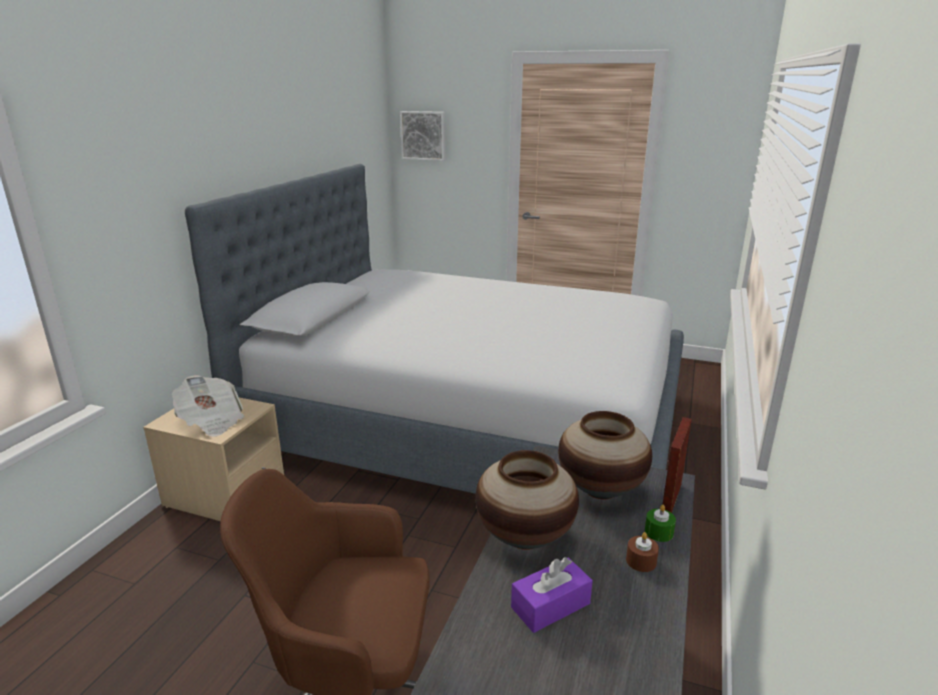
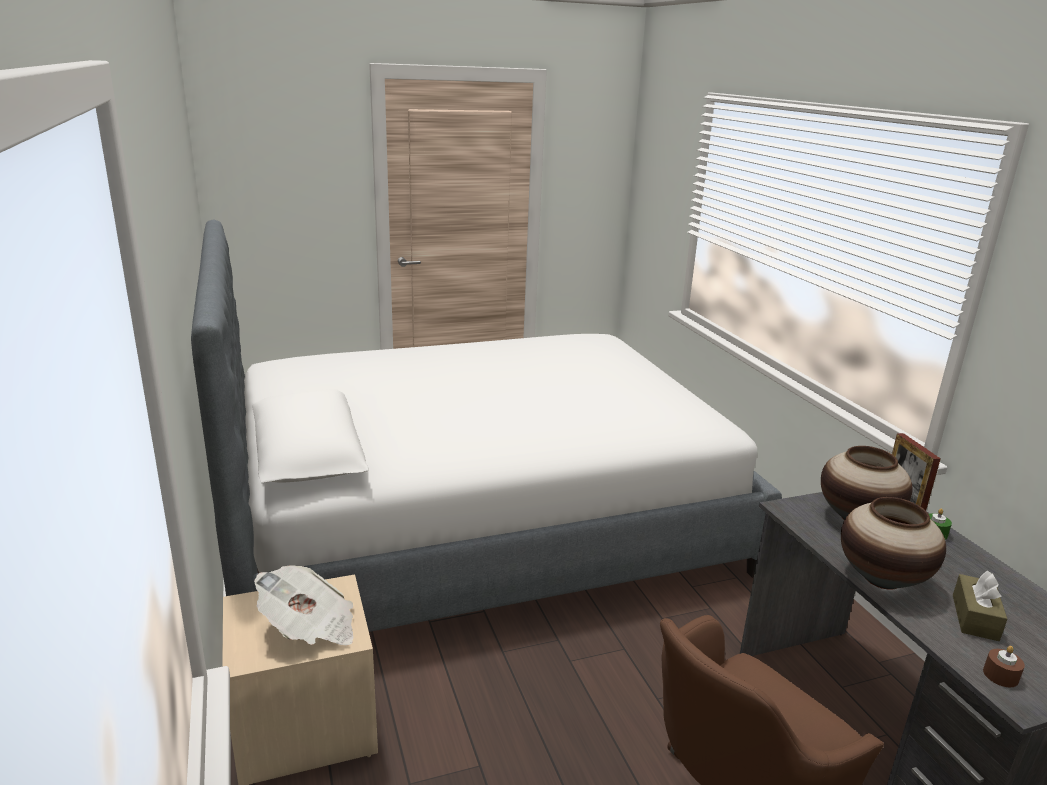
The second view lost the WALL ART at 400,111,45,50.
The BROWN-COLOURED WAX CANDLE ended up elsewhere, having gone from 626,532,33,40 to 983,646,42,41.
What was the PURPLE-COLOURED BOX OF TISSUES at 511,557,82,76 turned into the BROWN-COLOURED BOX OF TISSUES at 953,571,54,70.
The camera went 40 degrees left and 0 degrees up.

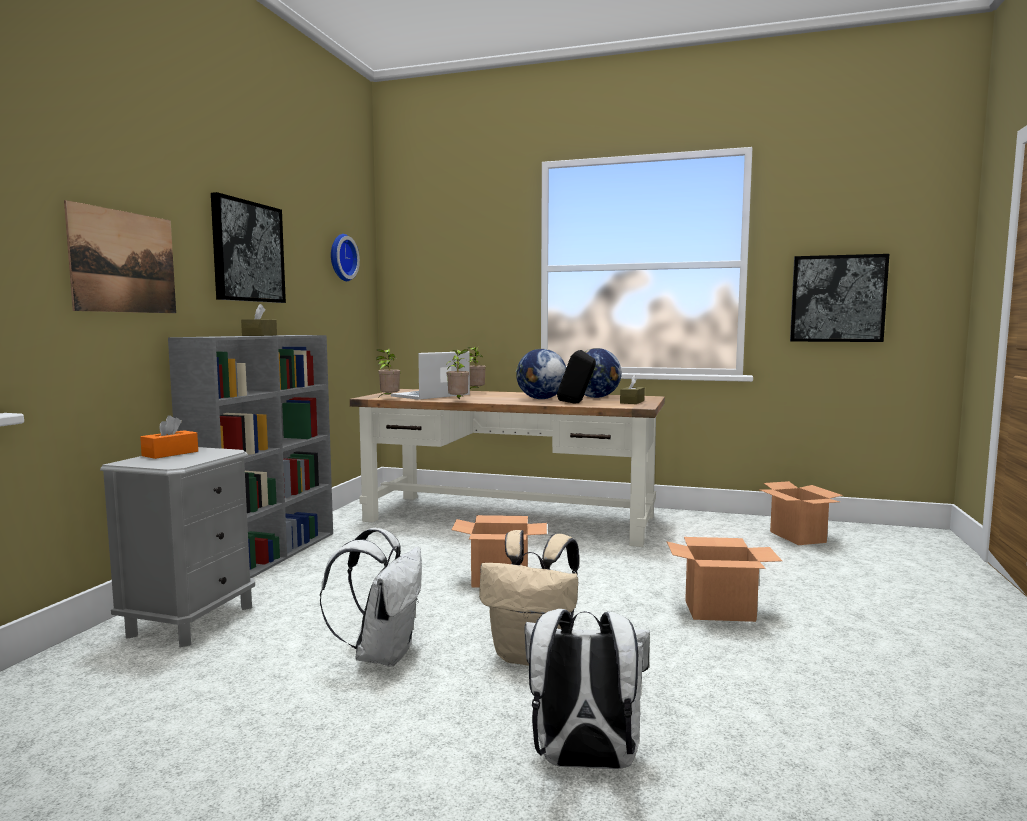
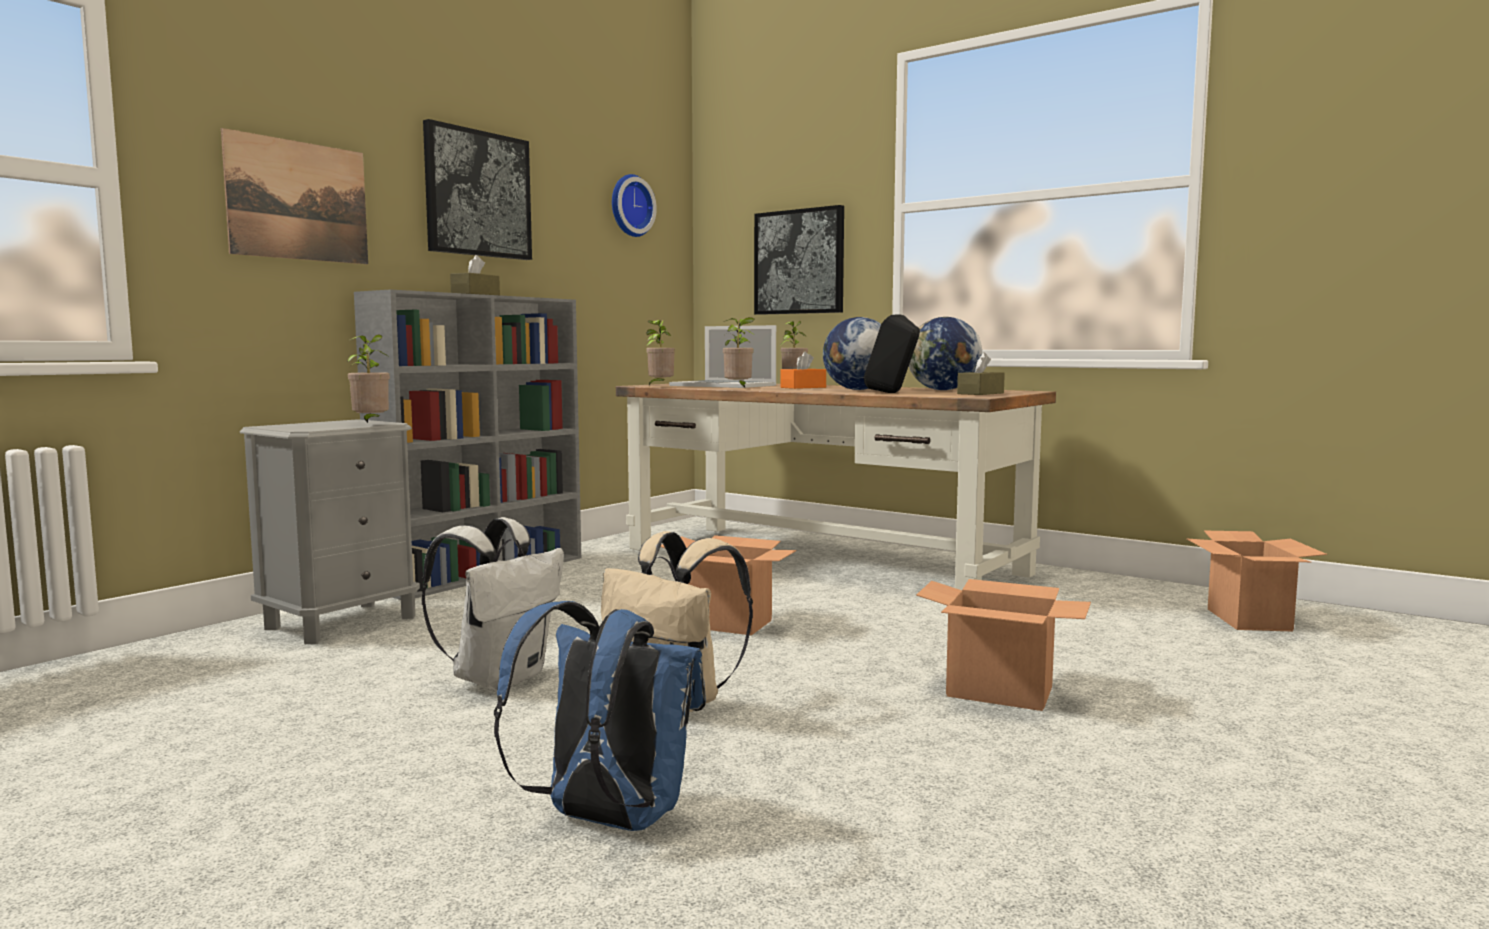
The WALL ART ended up elsewhere, having gone from 790,254,99,88 to 754,205,90,110.
The PORTABLE COMPUTER at 391,351,79,49 ended up facing another way, 120 degrees counterclockwise from before.
The ORANGEY BOX OF TISSUES ended up elsewhere, having gone from 140,415,58,44 to 780,351,46,38.
What was the WHITE-COLOURED RUCKSACK at 524,609,126,160 turned into the BLUE-COLOURED RUCKSACK at 494,601,212,230.
The second view gained the POTTED PLANT at 347,335,43,88.
The camera went 20 degrees right and 0 degrees up.

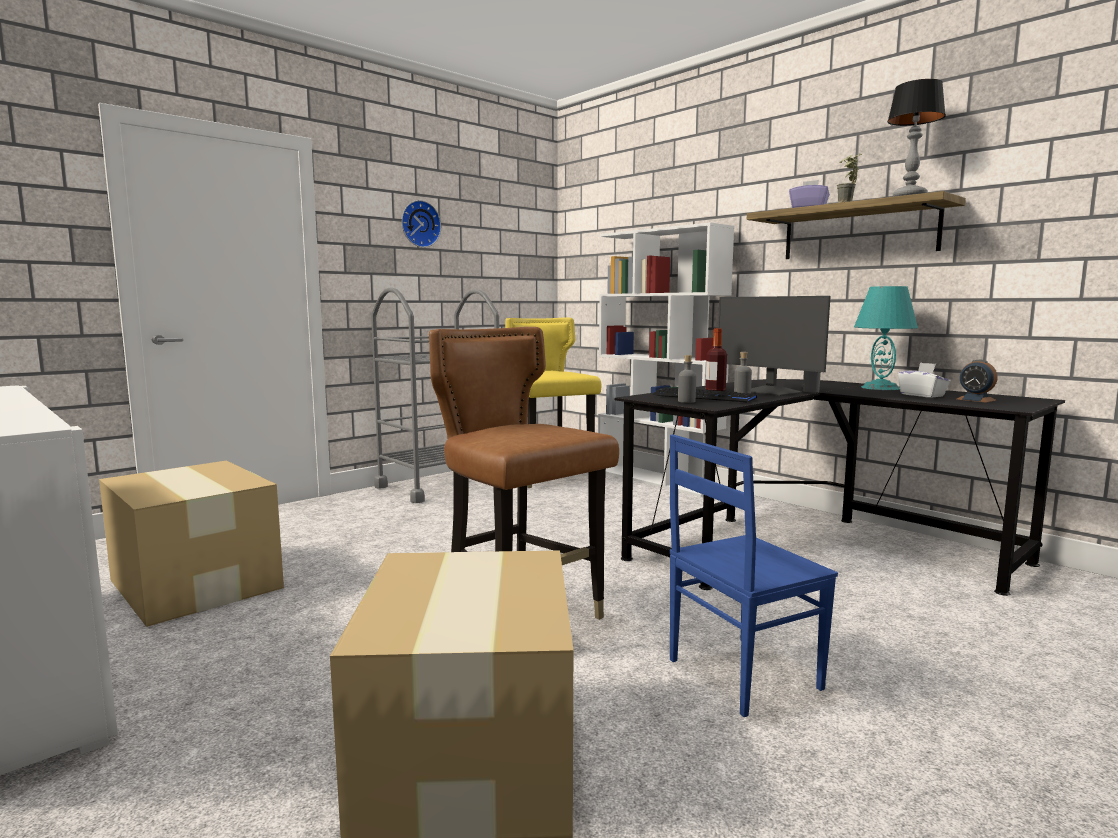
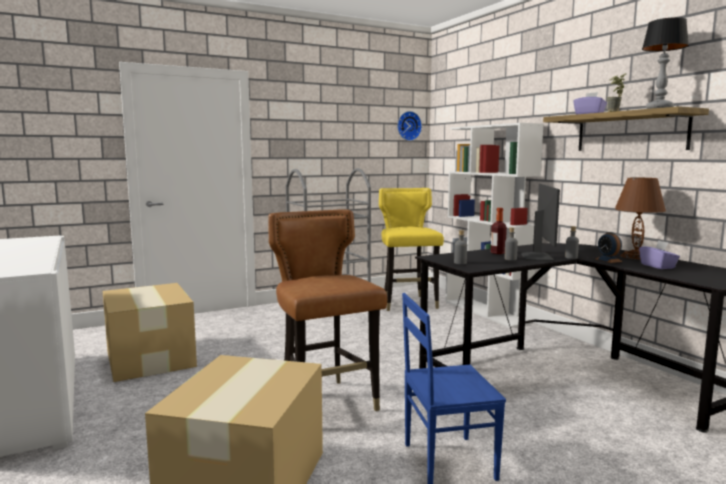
The HANGING CLOCK ended up elsewhere, having gone from 401,200,40,48 to 397,111,25,30.
What was the BLUE-GREEN TABLE LAMP at 854,286,64,104 turned into the BROWN-COLOURED TABLE LAMP at 615,178,51,82.
The COMPUTER DISPLAY at 718,296,113,100 ended up facing another way, 150 degrees counterclockwise from before.
The ALARM CLOCK ended up elsewhere, having gone from 957,360,41,43 to 596,232,27,31.
What was the WHITE-COLOURED BOX OF TISSUES at 898,362,53,36 turned into the PURPLE-COLOURED BOX OF TISSUES at 639,240,41,29.
The second view lost the KEYBOARD at 652,387,105,15.
The camera went 15 degrees right and 0 degrees up.

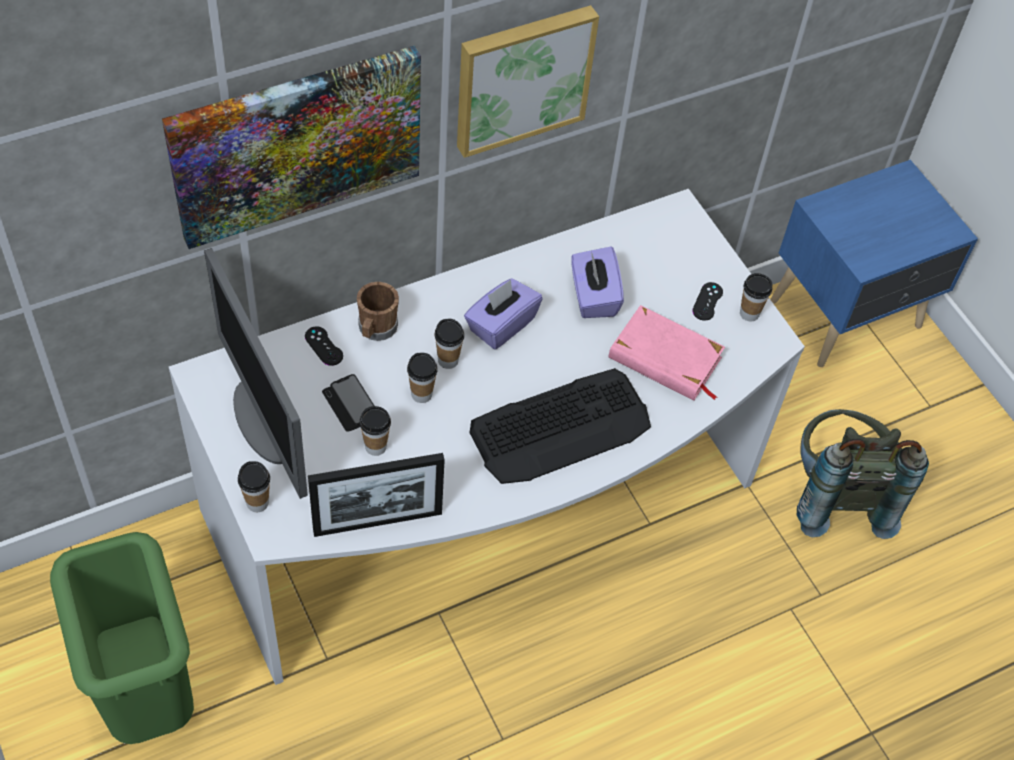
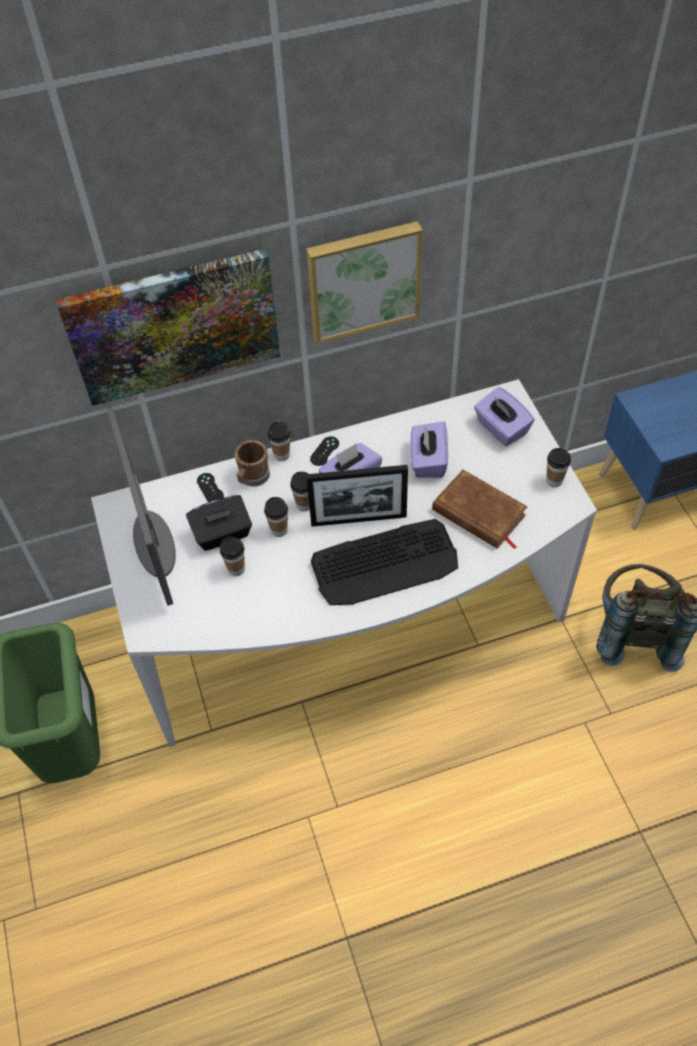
The BLACK-COLOURED JOYPAD ended up elsewhere, having gone from 692,282,31,39 to 310,436,29,30.
What was the PINK VOLUME at 609,305,116,95 turned into the BROWN-COLOURED VOLUME at 432,470,95,79.
Where the PHONE stood at 322,374,52,58, the BLACK-COLOURED BOX OF TISSUES came to stand at 186,495,66,56.
The PHOTO FRAME ended up elsewhere, having gone from 308,453,137,84 to 306,465,102,62.
The CUP ended up elsewhere, having gone from 238,461,32,51 to 268,422,23,39.
The second view gained the PURPLE-COLOURED BOX OF TISSUES at 474,387,60,59.
The camera went 15 degrees right and 0 degrees up.

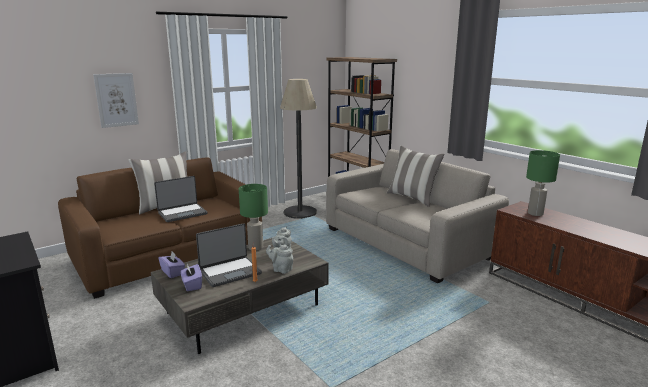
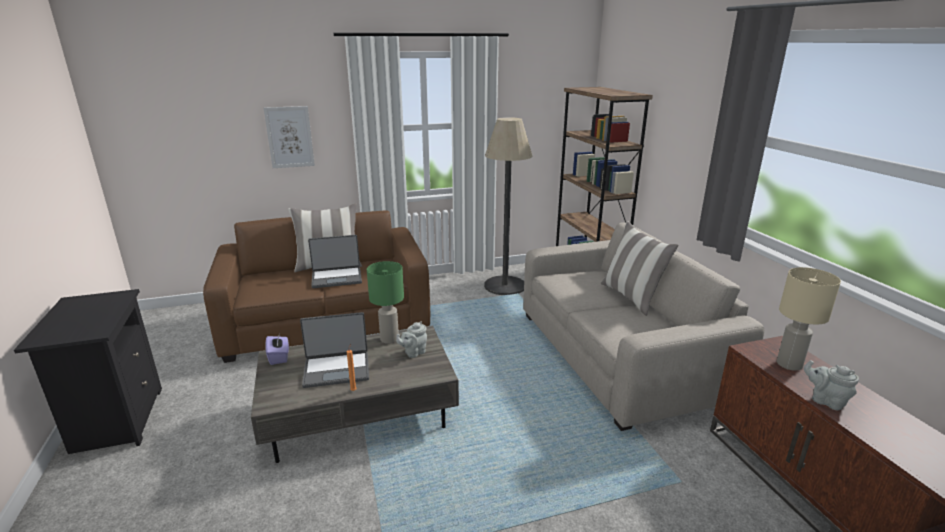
What was the GREENISH TABLE LAMP at 526,150,34,66 turned into the SAND-COLOURED TABLE LAMP at 777,267,64,104.
The GRAY TEA POT ended up elsewhere, having gone from 266,245,27,29 to 804,360,55,50.
The second view lost the PURPLE-COLOURED BOX OF TISSUES at 181,264,21,27.
The camera went 20 degrees right and 5 degrees up.

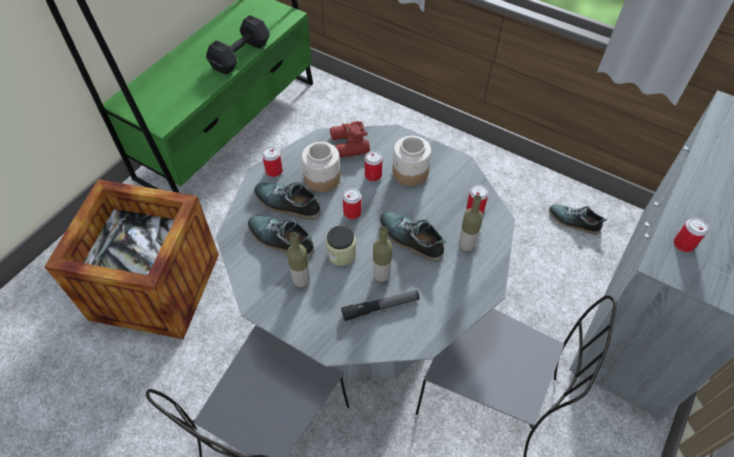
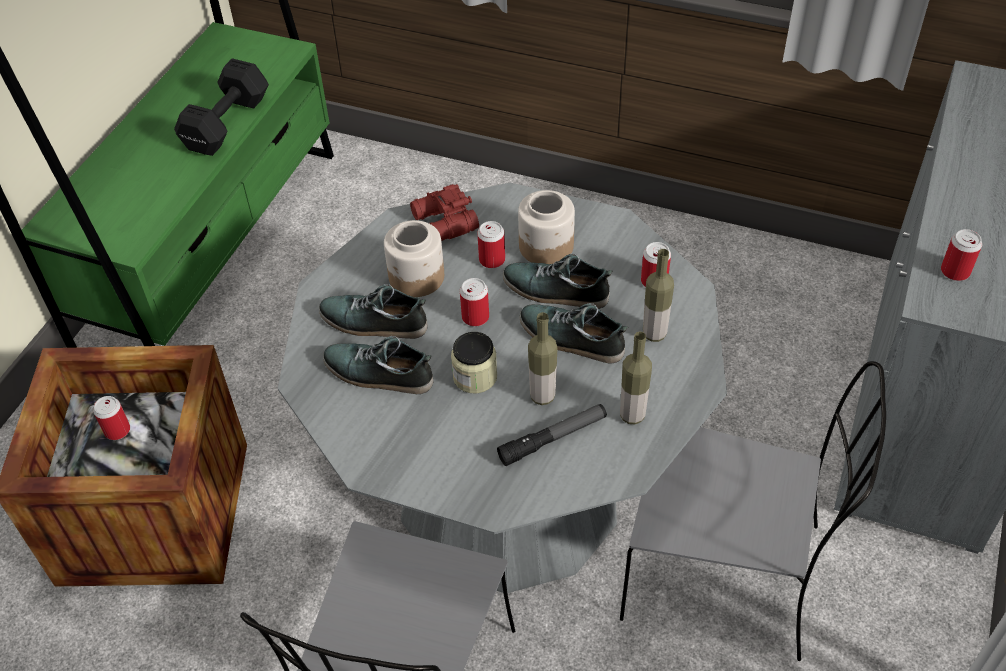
The SEALED CAN ended up elsewhere, having gone from 262,146,21,31 to 93,396,37,44.
The ITEM OF FOOTWEAR ended up elsewhere, having gone from 549,204,58,31 to 503,254,110,55.
The BOTTLE ended up elsewhere, having gone from 287,232,23,56 to 620,332,32,92.
The camera went 10 degrees left and 5 degrees down.

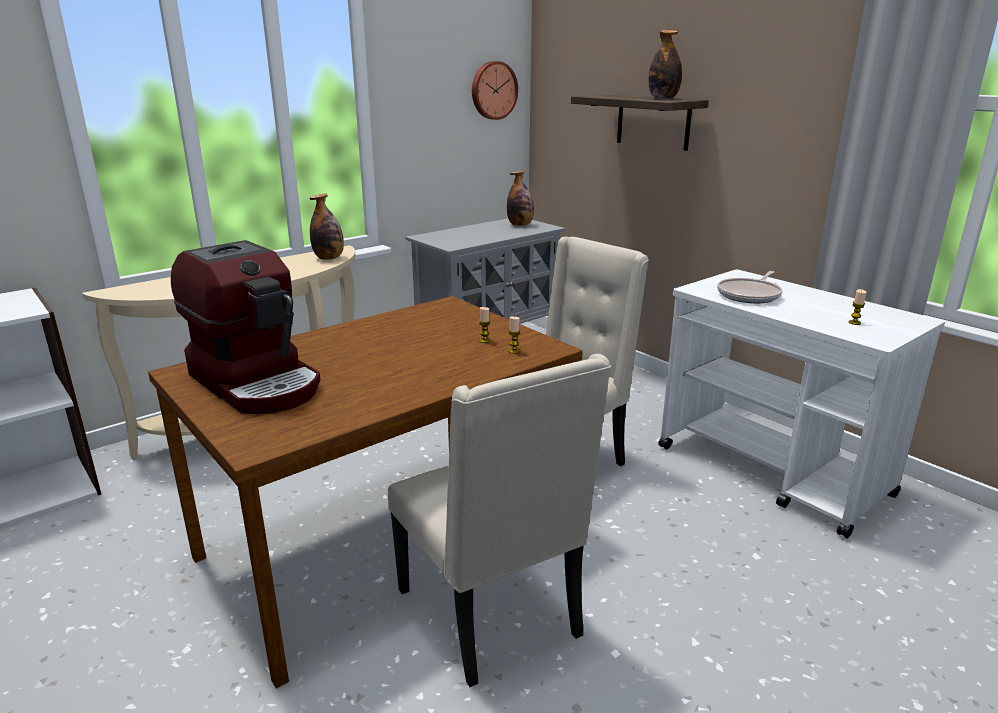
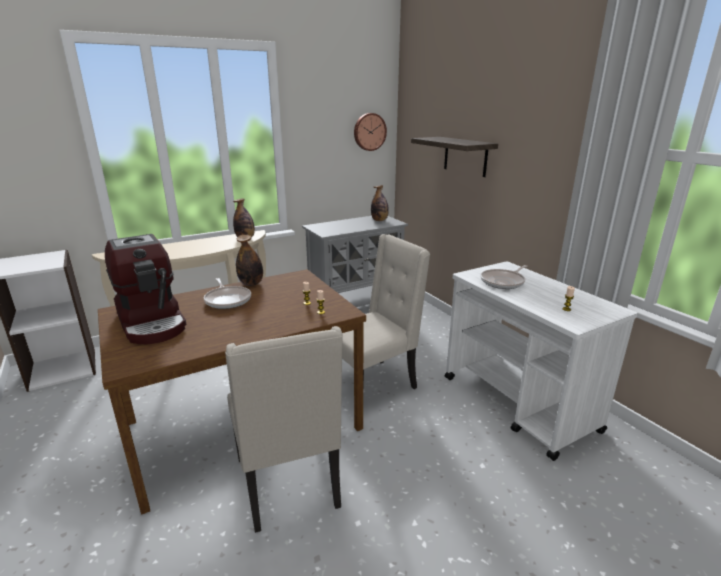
The BOTTLE ended up elsewhere, having gone from 649,30,33,69 to 236,235,27,51.
The second view gained the PAN at 204,278,47,31.
The camera went 10 degrees right and 0 degrees up.

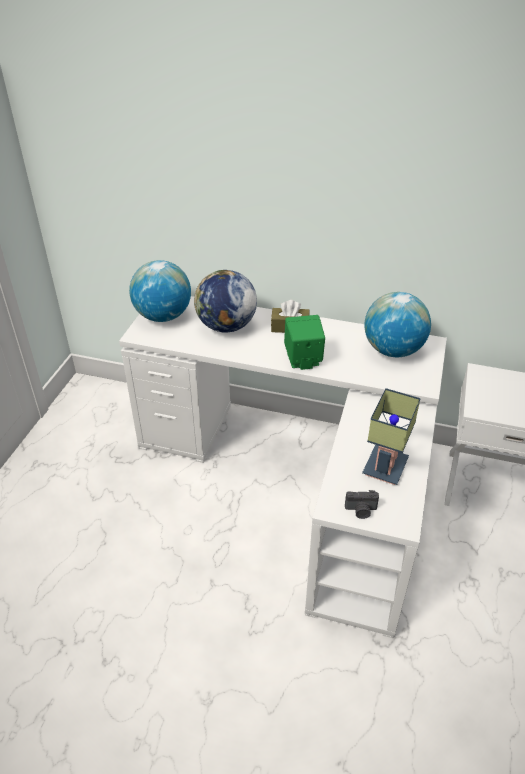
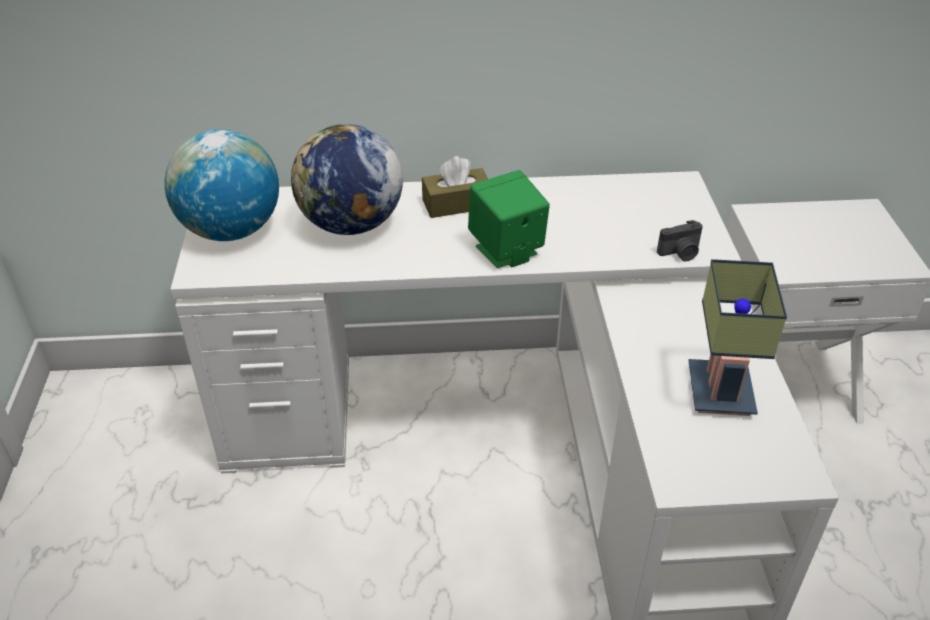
The second view lost the GLOBE at 364,292,67,65.
The STILL CAMERA ended up elsewhere, having gone from 345,490,34,29 to 657,220,46,41.
The camera went 20 degrees left and 0 degrees up.

